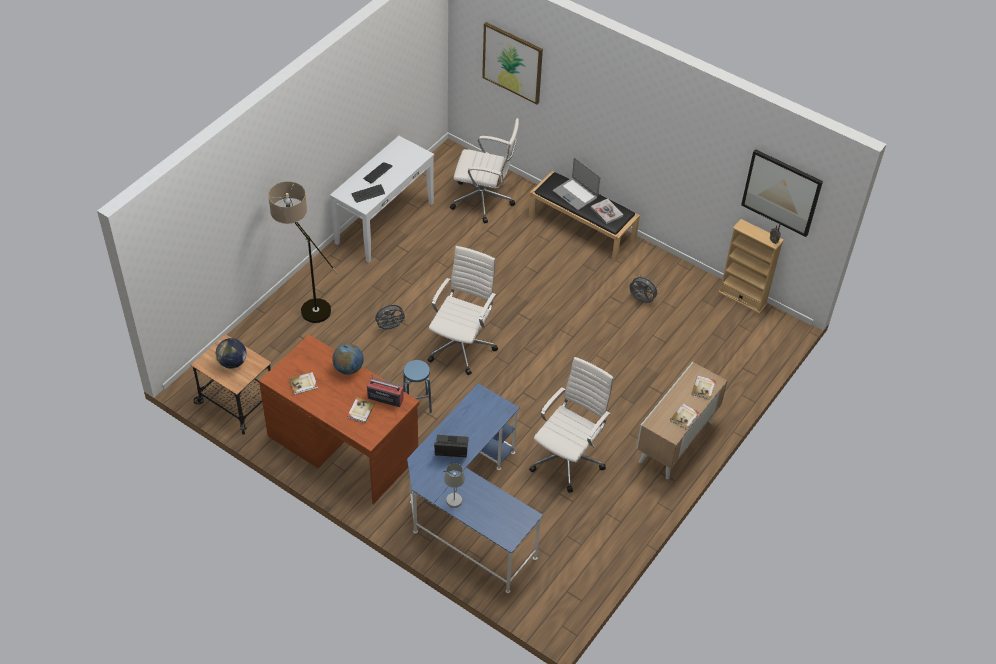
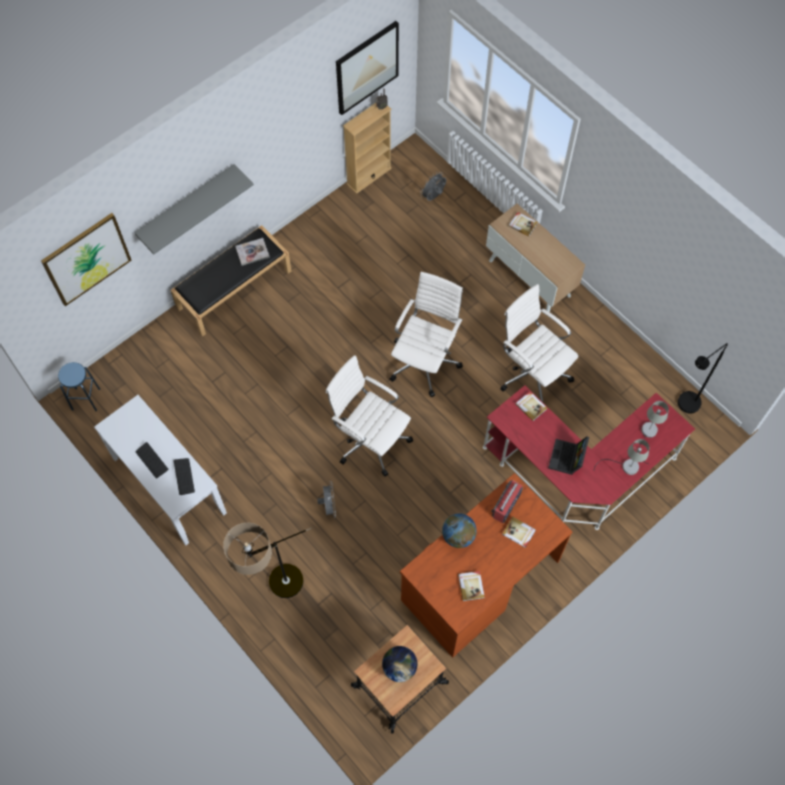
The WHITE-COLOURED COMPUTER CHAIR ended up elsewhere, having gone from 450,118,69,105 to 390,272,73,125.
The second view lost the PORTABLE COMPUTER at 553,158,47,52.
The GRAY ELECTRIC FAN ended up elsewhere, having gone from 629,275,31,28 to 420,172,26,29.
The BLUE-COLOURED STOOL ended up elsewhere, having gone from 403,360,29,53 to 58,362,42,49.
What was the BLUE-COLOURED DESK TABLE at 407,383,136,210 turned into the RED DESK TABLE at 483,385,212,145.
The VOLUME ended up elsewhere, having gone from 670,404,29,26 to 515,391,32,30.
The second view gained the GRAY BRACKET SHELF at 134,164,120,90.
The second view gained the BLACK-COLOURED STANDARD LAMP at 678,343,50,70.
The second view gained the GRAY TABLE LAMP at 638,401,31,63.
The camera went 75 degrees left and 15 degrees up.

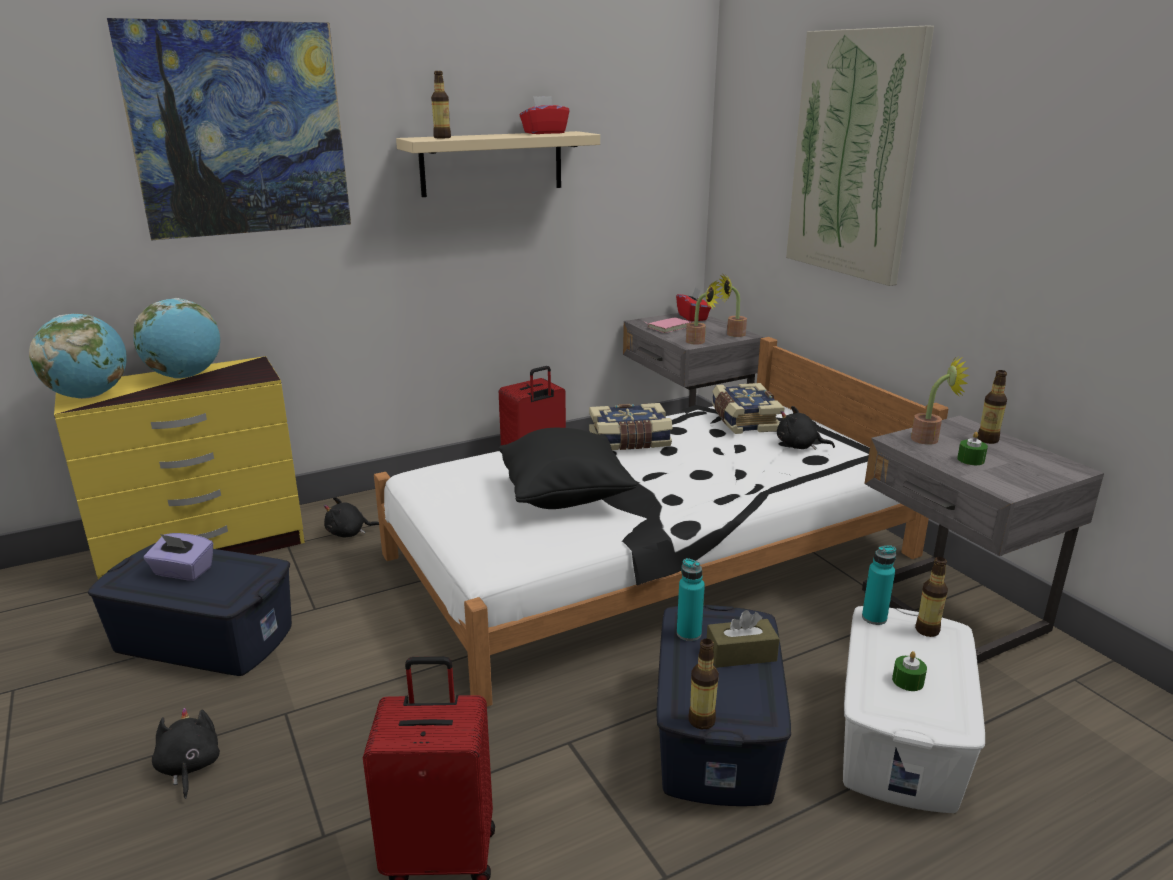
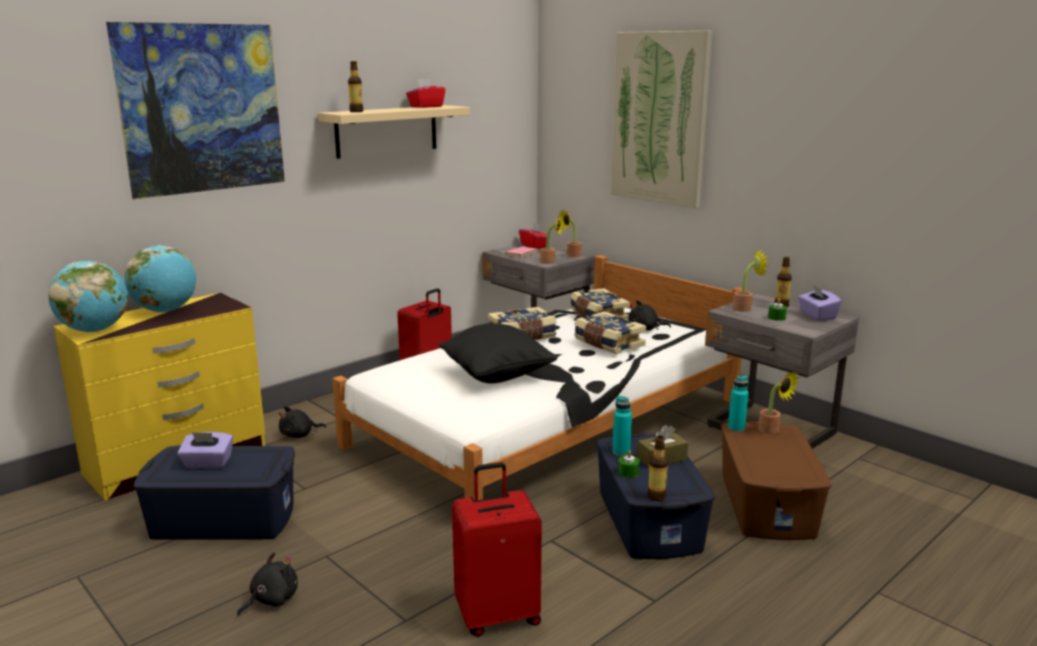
Where the BOTTLE stood at 915,557,33,80, the POTTED PLANT came to stand at 758,371,42,63.
What was the WHITE-COLOURED STORAGE BOX at 843,606,142,207 turned into the BROWN-COLOURED STORAGE BOX at 721,422,111,118.
The GREENISH WAX CANDLE ended up elsewhere, having gone from 892,651,35,40 to 618,450,22,28.
The BLACK-COLOURED PLUSH TOY at 152,708,68,91 ended up facing another way, 75 degrees clockwise from before.
The second view gained the PURPLE-COLOURED BOX OF TISSUES at 798,284,44,37.
The second view gained the VOLUME at 574,312,72,42.
The camera went 15 degrees left and 5 degrees down.

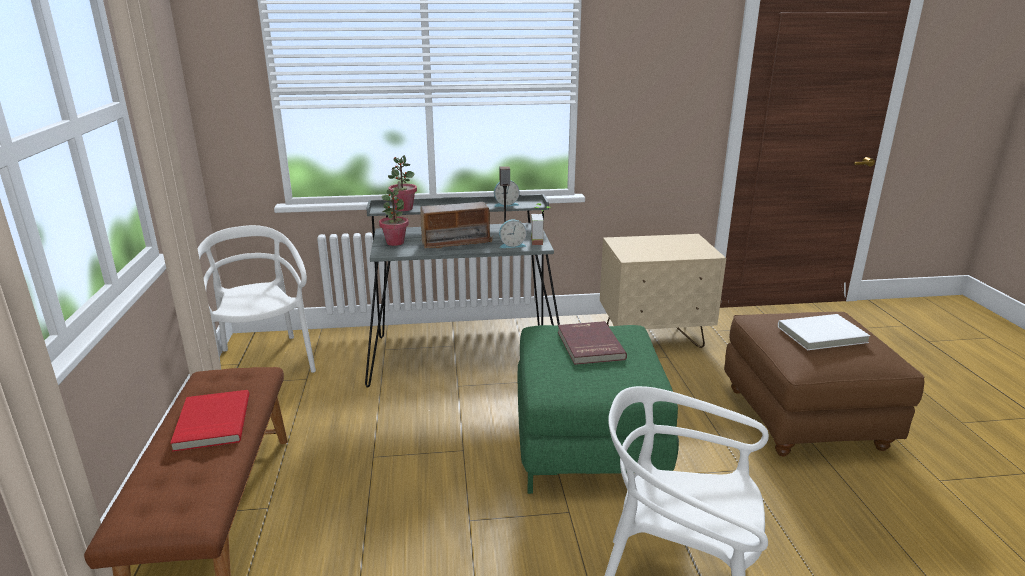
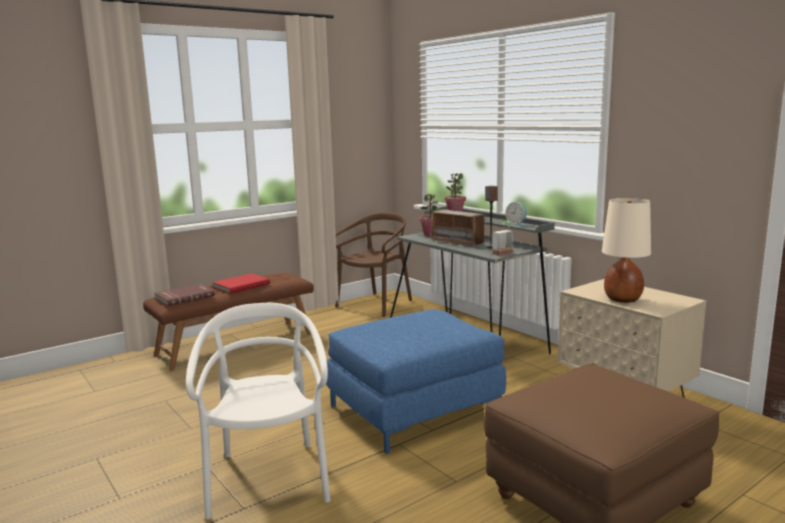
The second view lost the ALARM CLOCK at 499,219,28,29.
What was the WHITE-COLOURED UPRIGHT CHAIR at 197,225,119,148 turned into the BROWN-COLOURED UPRIGHT CHAIR at 335,212,77,105.
The second view lost the WHITE-COLOURED VOLUME at 778,314,92,36.
The RED VOLUME ended up elsewhere, having gone from 558,321,69,44 to 154,284,61,22.
What was the GREENISH POUFFE at 518,325,161,169 turned into the BLUE-COLOURED POUFFE at 326,309,180,145.
The second view gained the SAND-COLOURED TABLE LAMP at 602,198,49,105.
The camera went 60 degrees right and 10 degrees down.

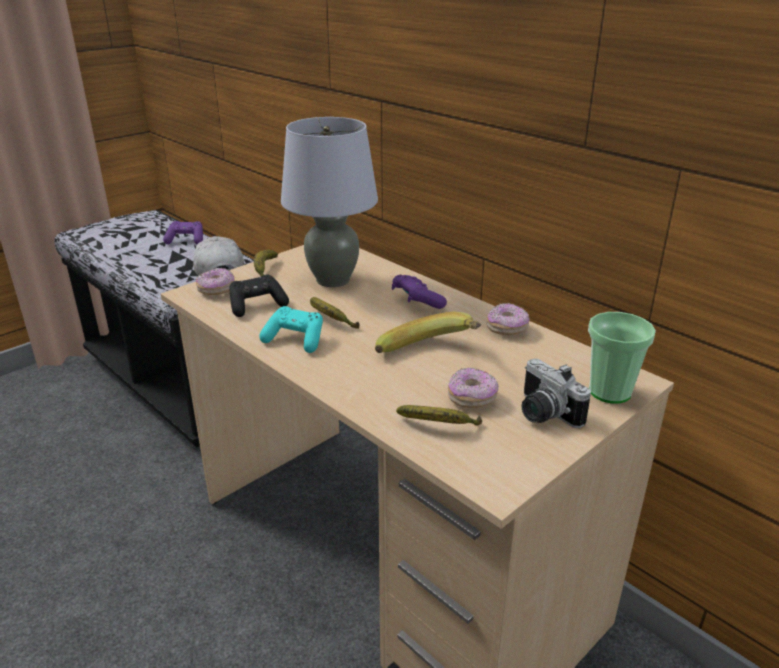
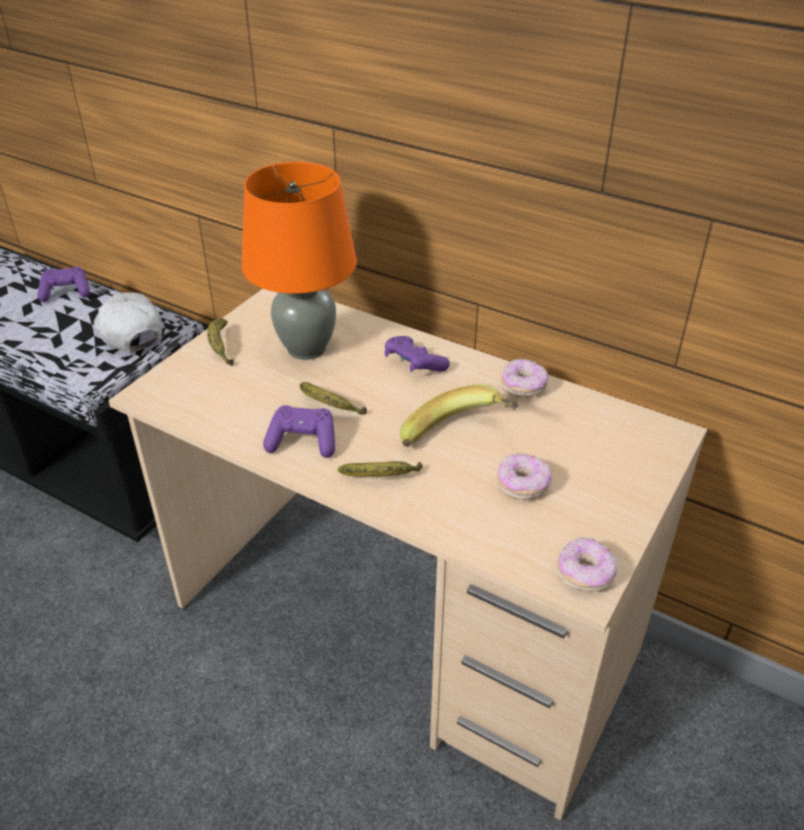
What was the GRAY TABLE LAMP at 281,117,97,170 turned into the ORANGEY TABLE LAMP at 241,162,116,198.
The DONUT ended up elsewhere, having gone from 196,268,39,27 to 557,537,60,55.
The second view lost the BLACK-COLOURED JOYPAD at 229,275,60,42.
What was the BLUE-GREEN JOYPAD at 259,306,64,47 turned into the PURPLE-COLOURED JOYPAD at 263,405,72,53.
The second view lost the CUP at 588,312,68,92.
The second view lost the STILL CAMERA at 522,359,69,69.
The BANANA ended up elsewhere, having gone from 396,405,86,21 to 338,461,85,15.
The camera went 15 degrees left and 10 degrees up.

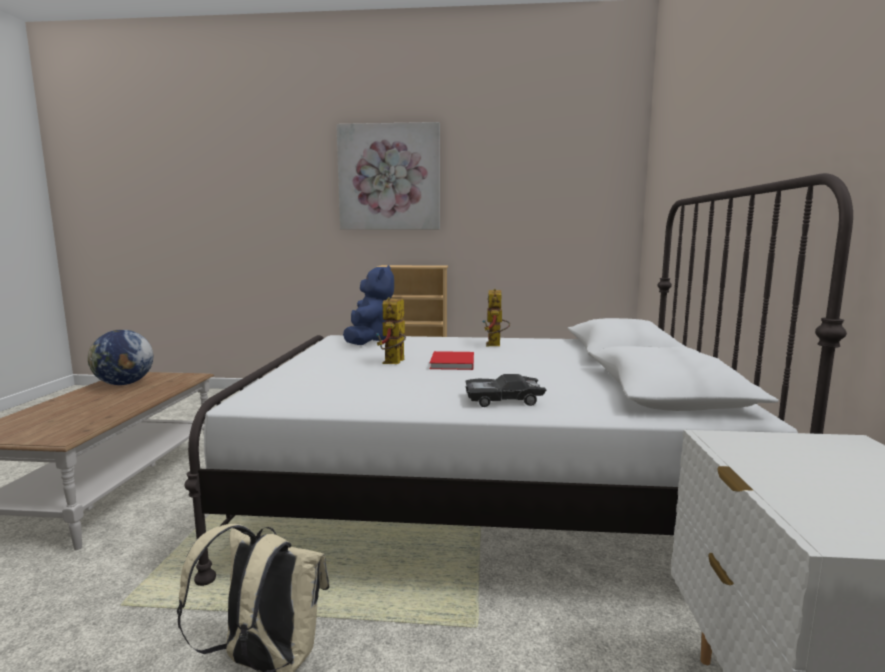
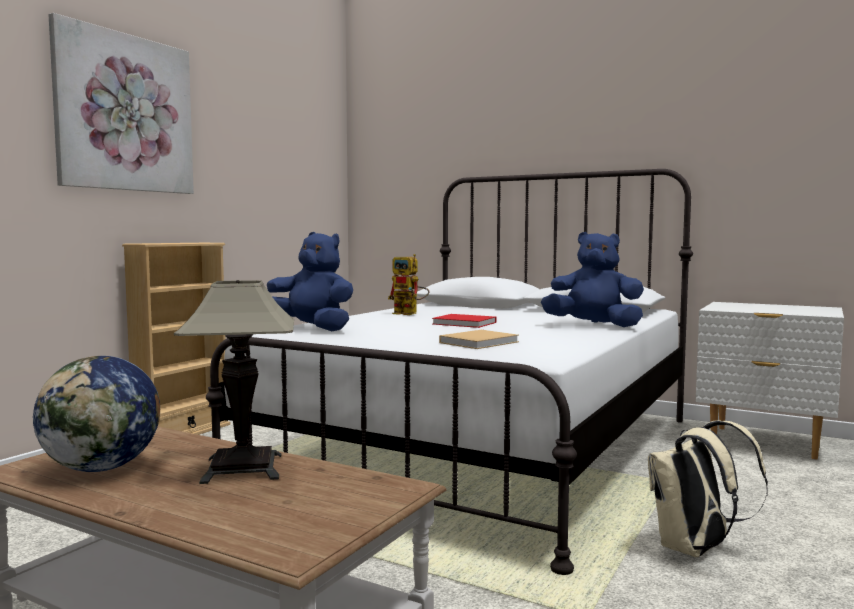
The second view lost the ROBOT FIGURE at 376,297,30,67.
Where the BLACK-COLOURED MODEL CAR stood at 465,374,81,33, the BLUE-COLOURED PLUSH TOY came to stand at 541,232,103,95.
The second view gained the TABLE LAMP at 174,280,120,204.
The second view gained the SAND-COLOURED VOLUME at 439,330,80,19.
The camera went 65 degrees left and 5 degrees down.

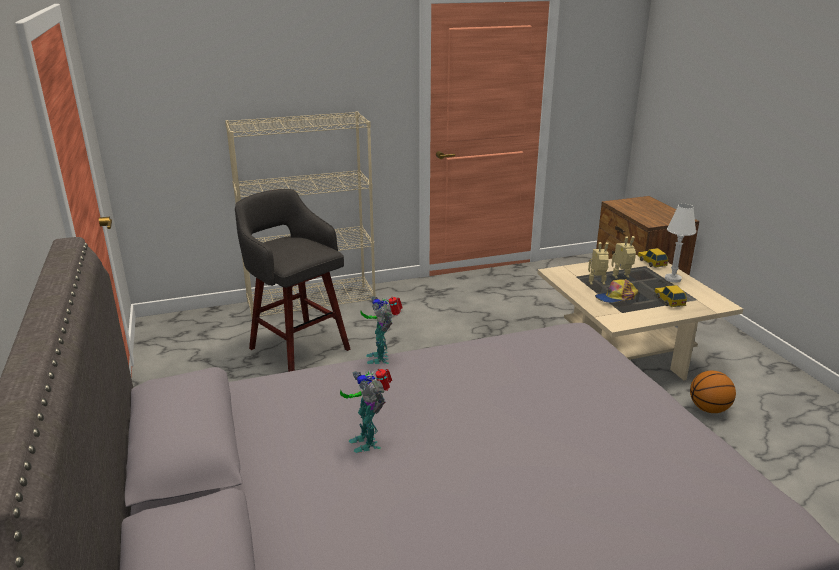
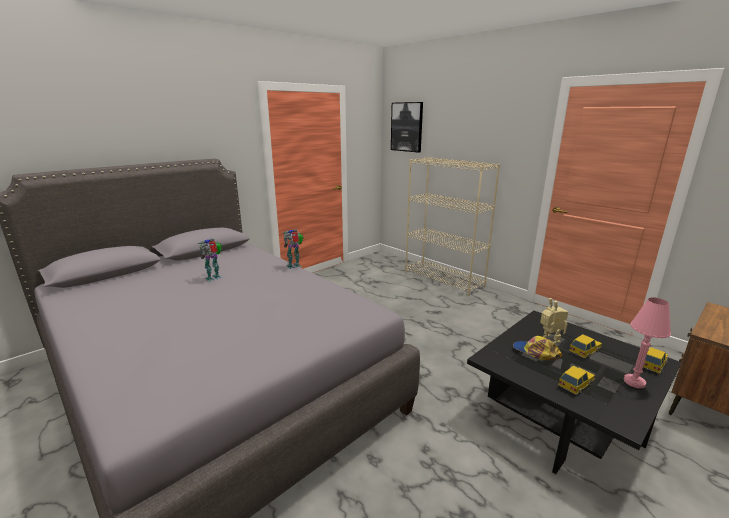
The second view lost the GRAY STOOL at 235,189,115,183.
What was the WHITE-COLOURED TABLE LAMP at 665,204,31,79 turned into the PINK TABLE LAMP at 624,297,47,91.
Where the ROBOT FIGURE stood at 611,236,25,43, the MODEL CAR came to stand at 569,334,33,24.
What was the SAND-COLOURED LOUNGE TABLE at 537,255,206,126 turned into the BLACK-COLOURED LOUNGE TABLE at 467,310,214,164.
The second view lost the BASKETBALL at 690,371,46,42.
The second view gained the WALL ART at 391,102,32,51.
The camera went 65 degrees right and 5 degrees down.

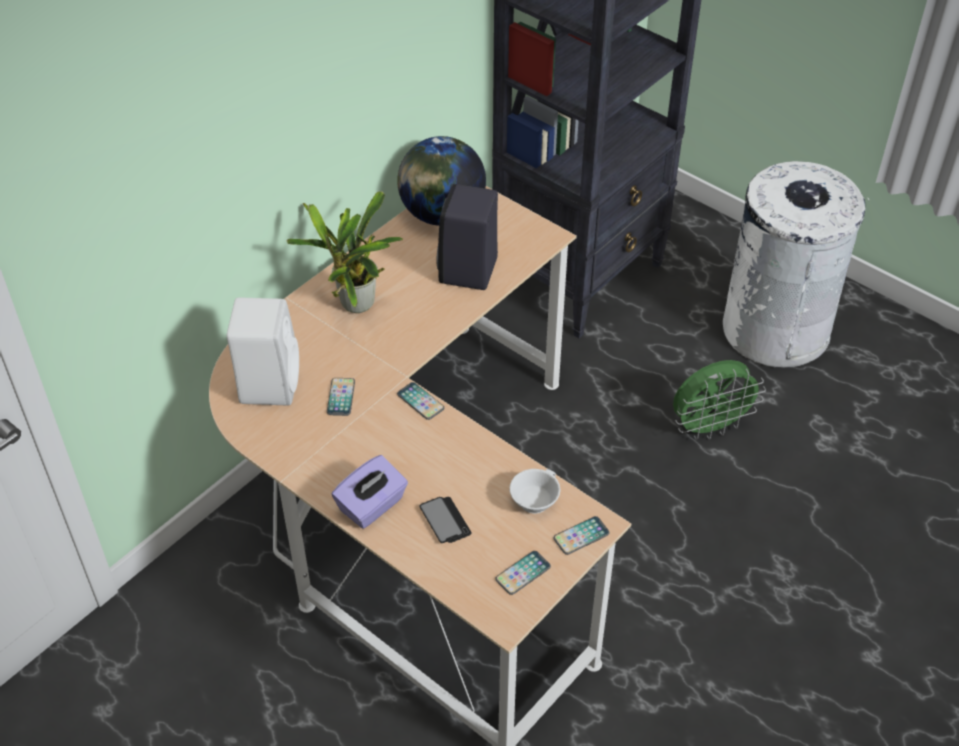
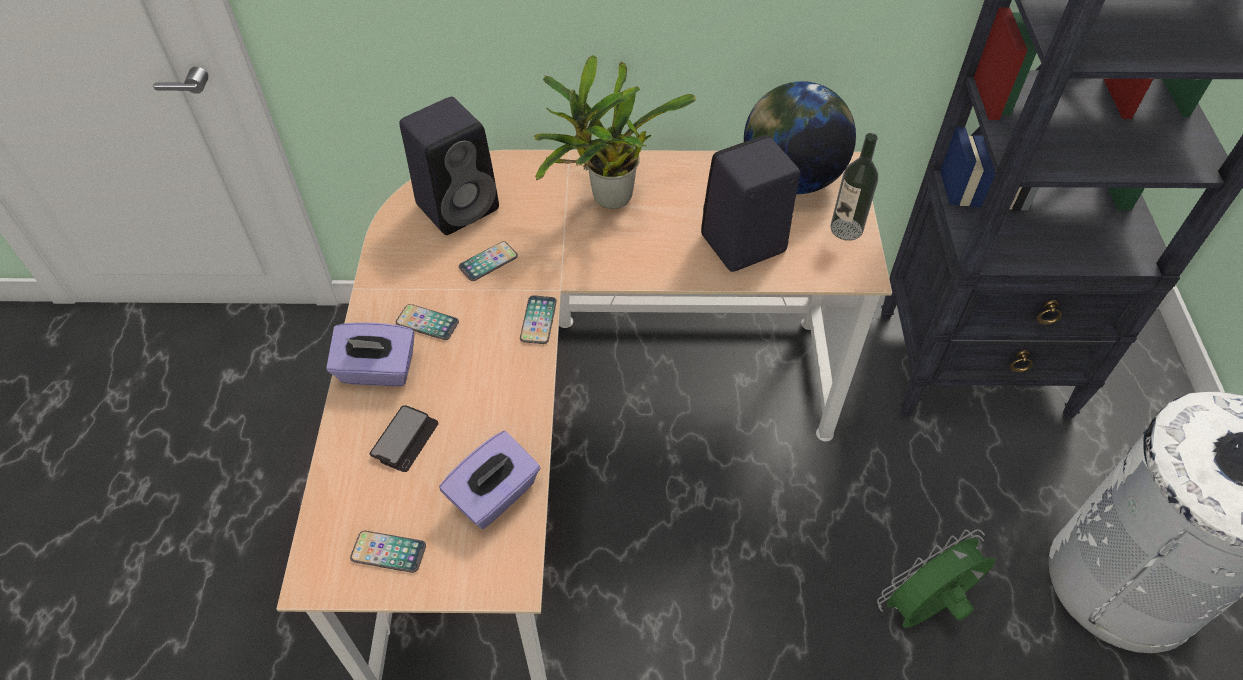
What was the WHITE-COLOURED AUDIO SPEAKER at 227,298,72,107 turned into the BLACK-COLOURED AUDIO SPEAKER at 399,97,100,138.
The GREENISH ELECTRIC FAN at 673,360,93,80 ended up facing another way, 120 degrees clockwise from before.
Where the WHITE-COLOURED CUP stood at 510,469,50,45, the PURPLE-COLOURED BOX OF TISSUES came to stand at 439,431,101,98.
The PHONE ended up elsewhere, having gone from 554,516,56,39 to 396,304,63,36.
The second view gained the BOTTLE at 830,133,48,108.
The camera went 50 degrees right and 5 degrees up.

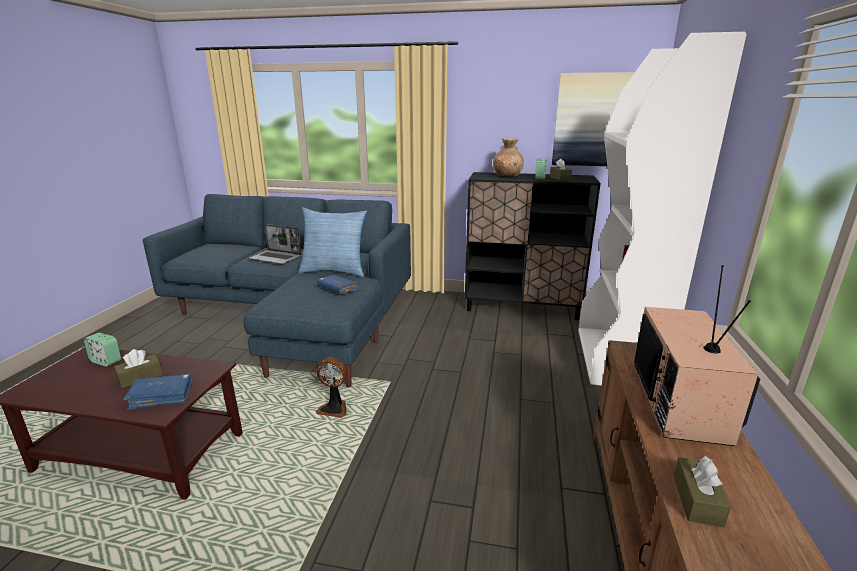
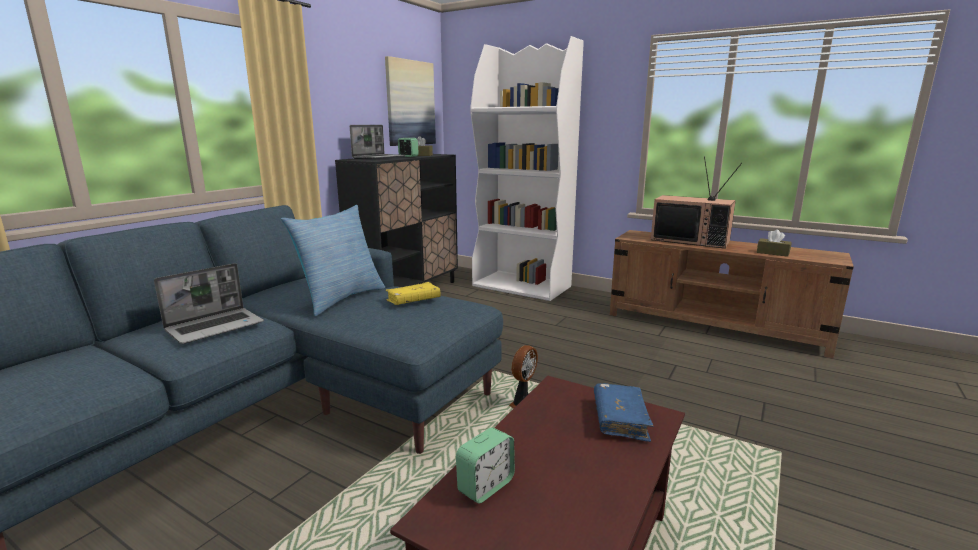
Where the BROWN-COLOURED DECORATIVE VASE stood at 493,138,31,38, the PORTABLE COMPUTER came to stand at 350,125,56,35.
What was the BLUE-COLOURED VOLUME at 317,275,41,19 turned into the YELLOW-COLOURED VOLUME at 385,282,56,23.
The second view lost the BROWN-COLOURED BOX OF TISSUES at 114,349,49,39.
The camera went 70 degrees left and 5 degrees down.

